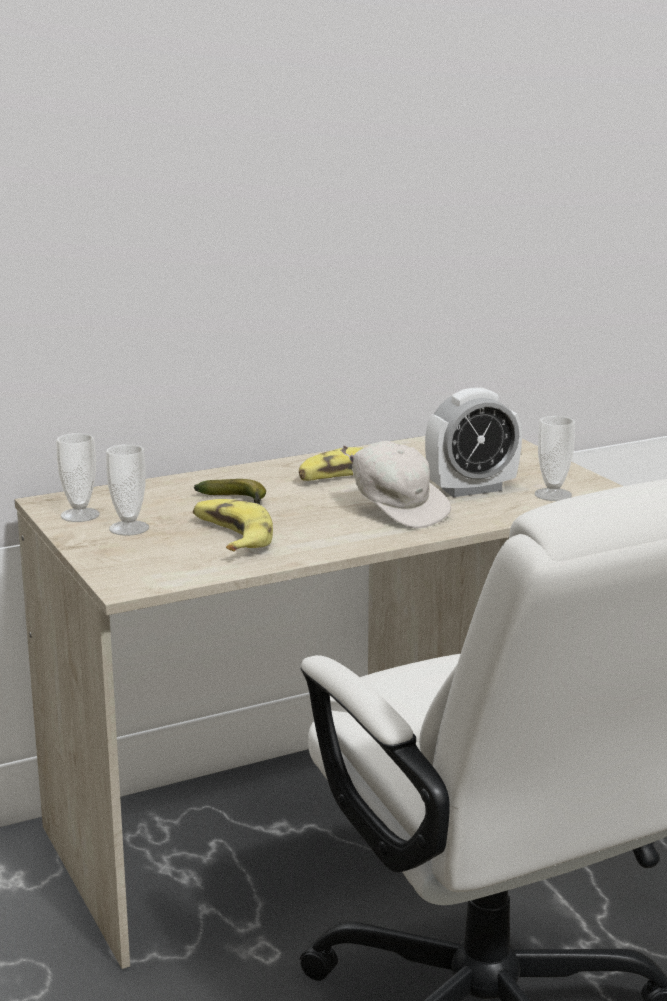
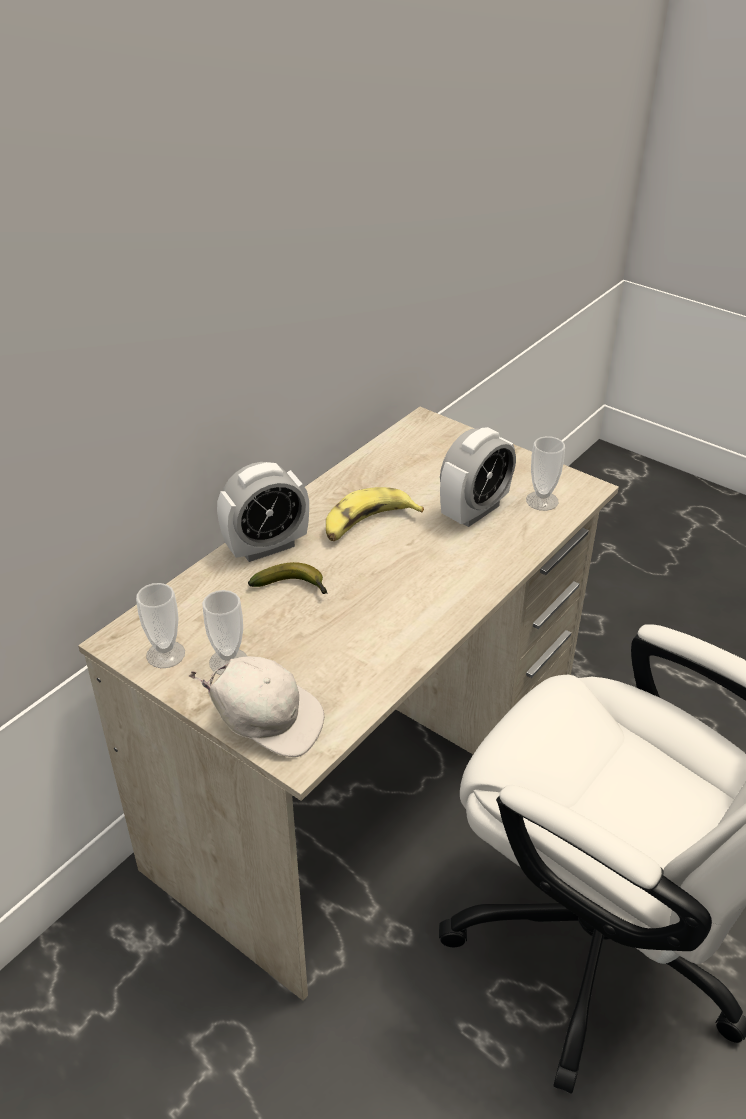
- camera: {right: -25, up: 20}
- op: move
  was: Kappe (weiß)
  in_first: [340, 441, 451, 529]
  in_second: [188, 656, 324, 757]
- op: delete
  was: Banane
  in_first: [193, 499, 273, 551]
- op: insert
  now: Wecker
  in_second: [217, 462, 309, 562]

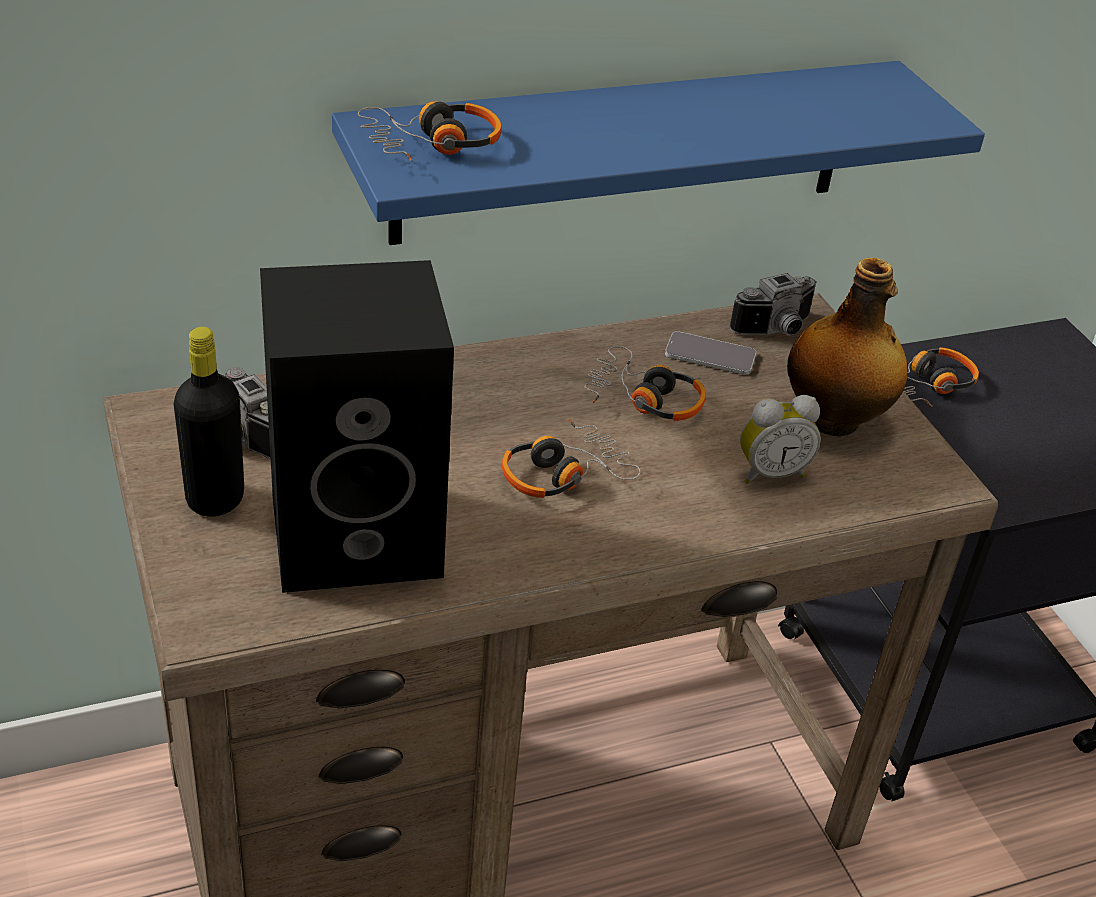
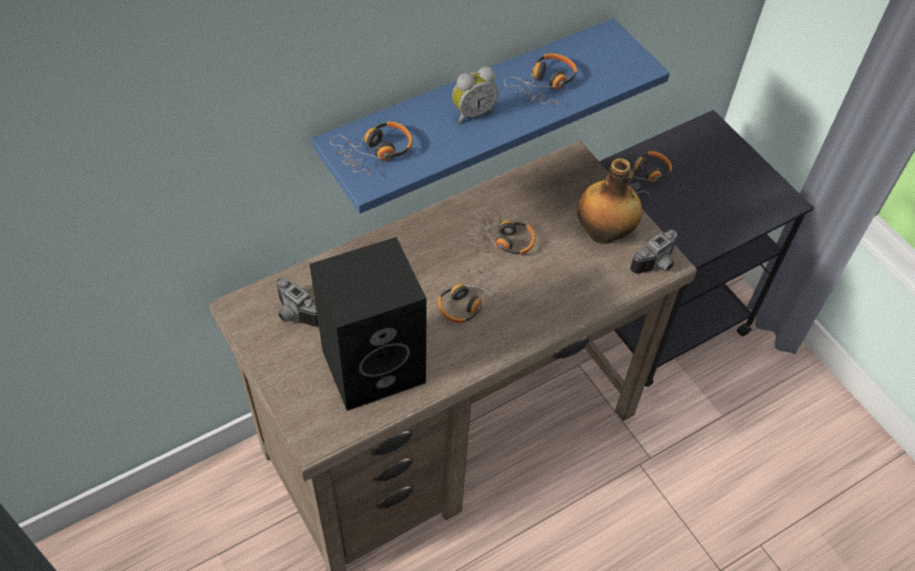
- camera: {right: -10, up: 15}
- op: move
  was: Kamera
  in_first: [730, 273, 816, 336]
  in_second: [630, 229, 677, 274]
- op: delete
  was: Flasche (schwarz)
  in_first: [174, 327, 244, 517]
- op: delete
  was: Handy
  in_first: [665, 331, 756, 375]
- op: move
  was: Wecker
  in_first: [740, 395, 821, 484]
  in_second: [452, 67, 499, 123]
- op: insert
  now: Kopfhörer
  in_second: [504, 53, 577, 104]

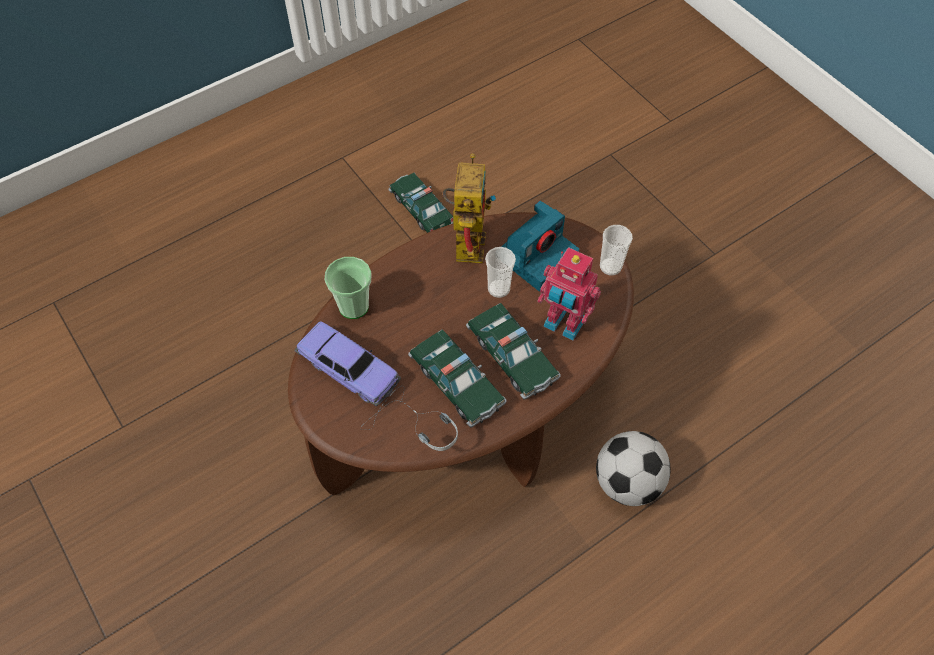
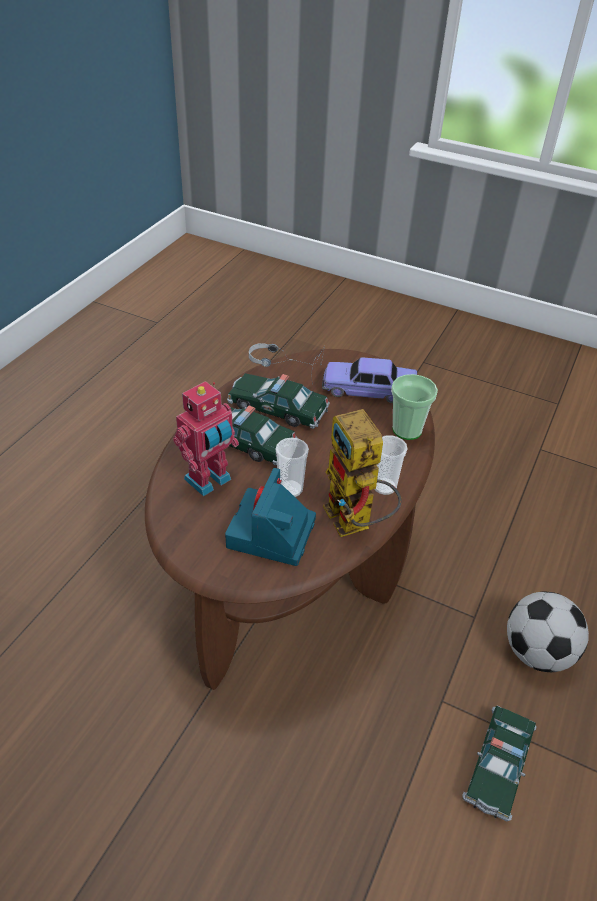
- camera: {right: 150, up: -15}
- op: rotate
  was: Spielzeugauto
  in_first: [389, 173, 453, 233]
  in_second: [462, 706, 537, 821]
  clockwise: 90
- op: move
  was: Tasse
  in_first: [600, 225, 633, 275]
  in_second: [374, 435, 408, 495]
- op: rotate
  was: Spielzeugroboter
  in_first: [537, 247, 601, 341]
  in_second: [173, 381, 239, 496]
  clockwise: 135
- op: move
  was: Fußball
  in_first: [596, 431, 671, 506]
  in_second: [507, 591, 589, 672]

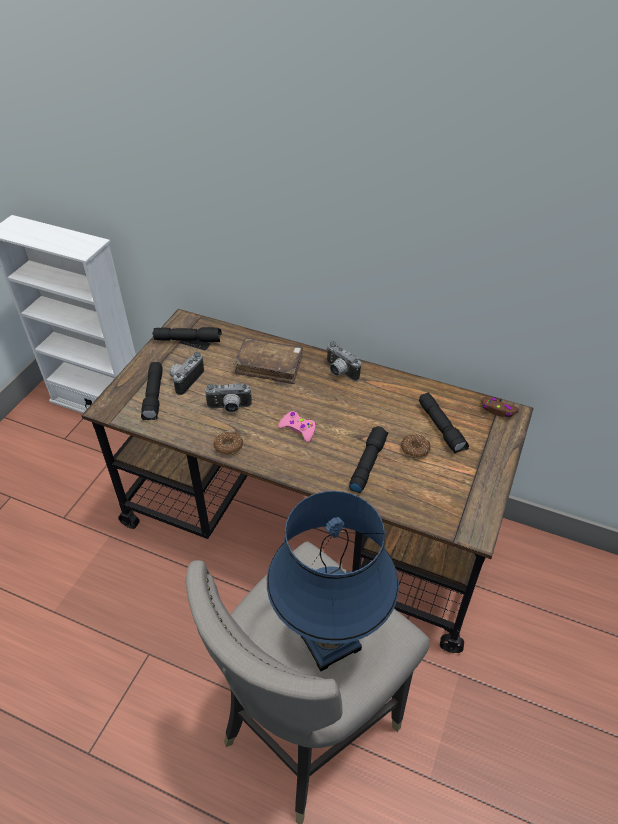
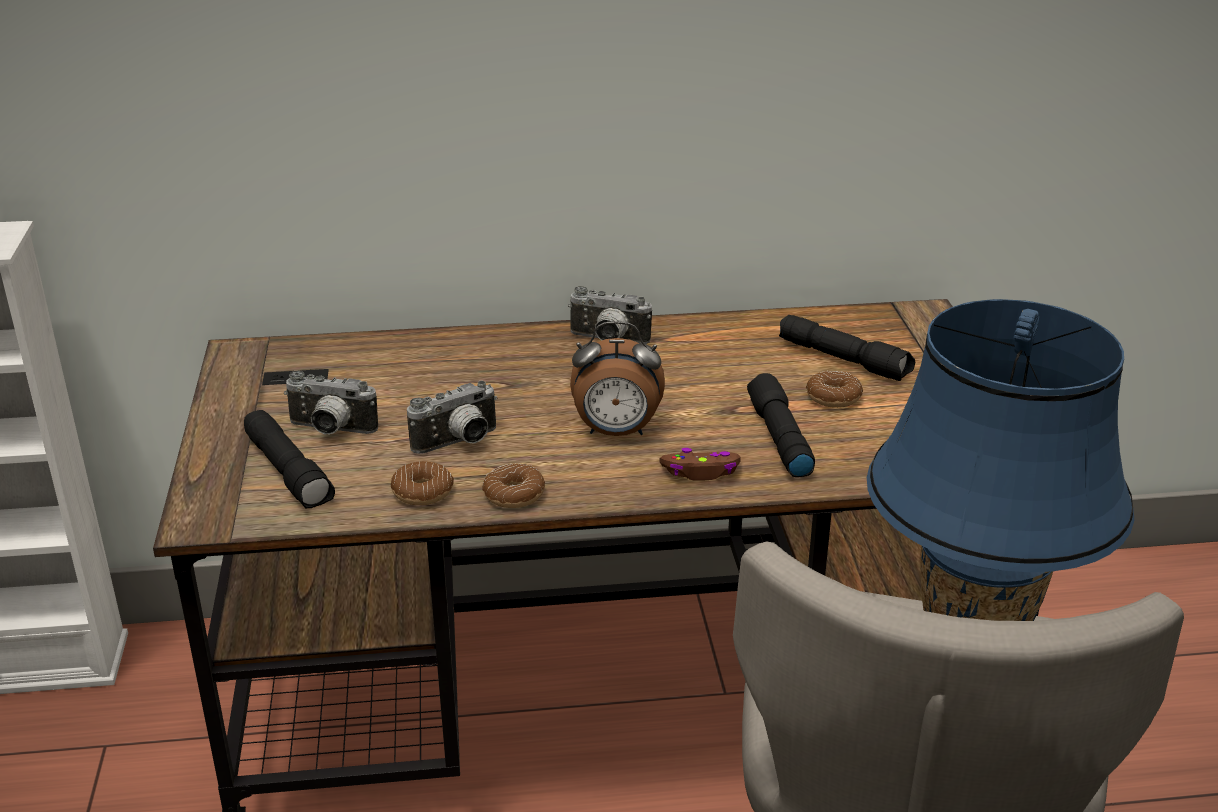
- camera: {right: -30, up: -15}
- op: delete
  was: Taschenlampe (schwarz)
  in_first: [152, 327, 222, 342]
- op: delete
  was: Buch (braun)
  in_first: [233, 337, 303, 384]
- op: rotate
  was: Kamera
  in_first: [169, 352, 204, 395]
  in_second: [284, 371, 378, 434]
  clockwise: -75
- op: move
  was: Gamepad (braun)
  in_first: [482, 397, 519, 417]
  in_second: [659, 448, 740, 481]
- op: replace
  was: Gamepad (rosa)
  now: Wecker
  in_first: [278, 411, 317, 442]
  in_second: [570, 321, 665, 436]
- op: insert
  now: Donut
  in_second: [390, 461, 454, 505]

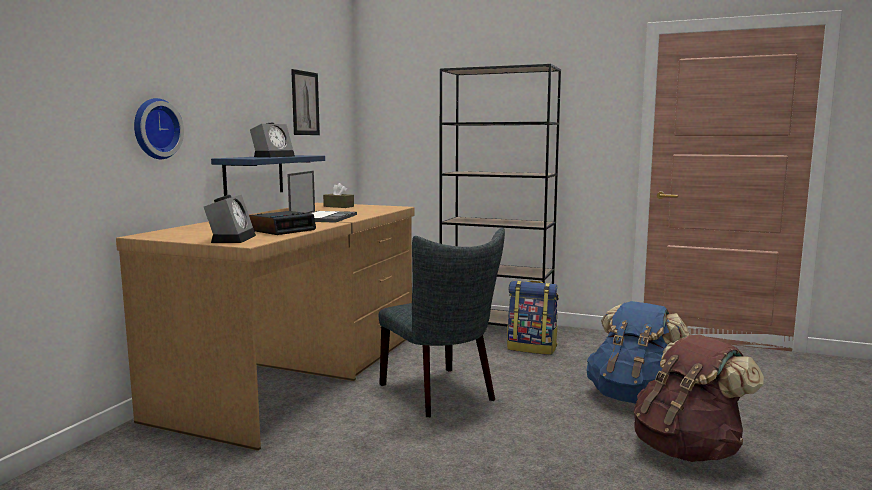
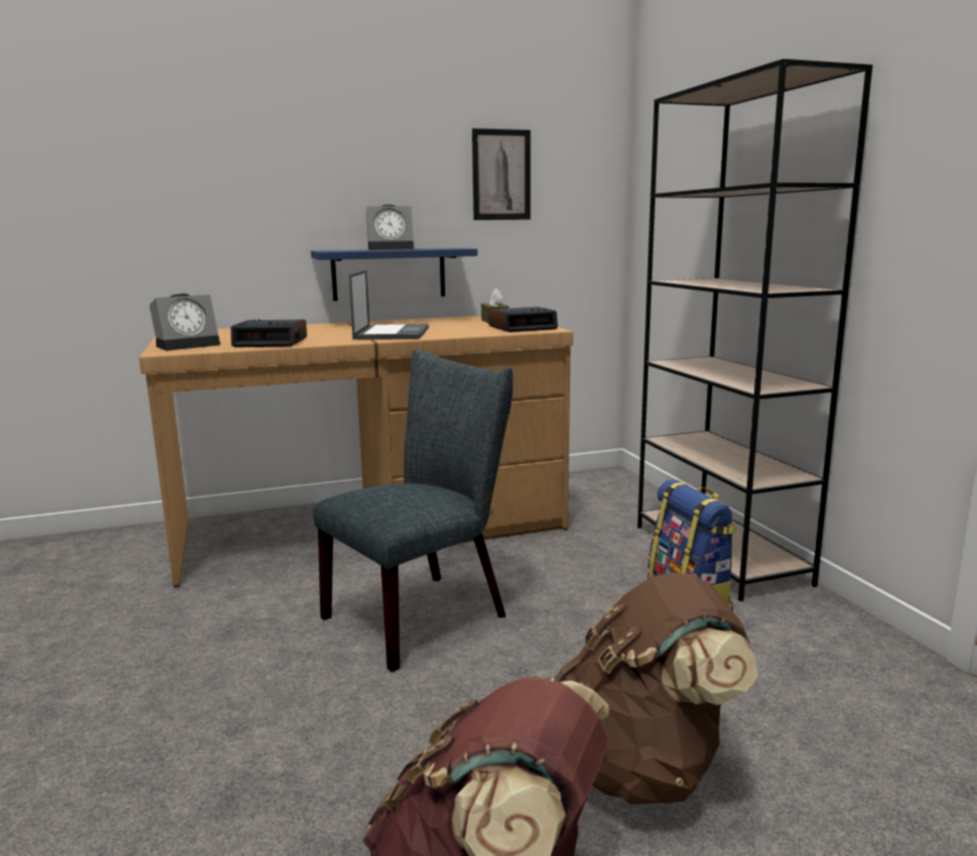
- camera: {right: 50, up: 5}
- op: delete
  was: Wanduhr
  in_first: [134, 98, 184, 159]
- op: rotate
  was: Laptop
  in_first: [288, 171, 357, 223]
  in_second: [349, 270, 429, 340]
  clockwise: -60
- op: rotate
  was: Stuhl (grau)
  in_first: [379, 228, 505, 417]
  in_second: [313, 349, 513, 672]
  clockwise: -150
- op: recolor
  was: Rucksack (blau)
  now: Rucksack (braun)
  in_first: [586, 301, 690, 404]
  in_second: [554, 572, 758, 804]
- op: insert
  now: Wecker
  in_second: [488, 307, 558, 332]

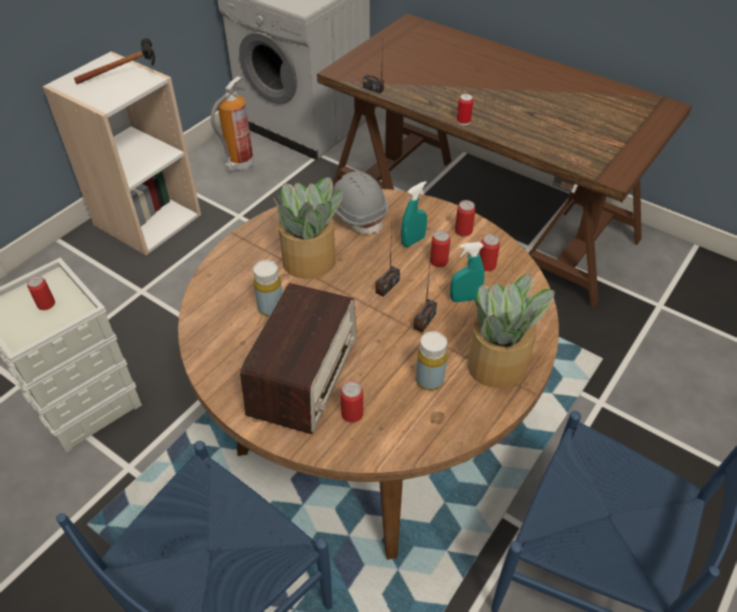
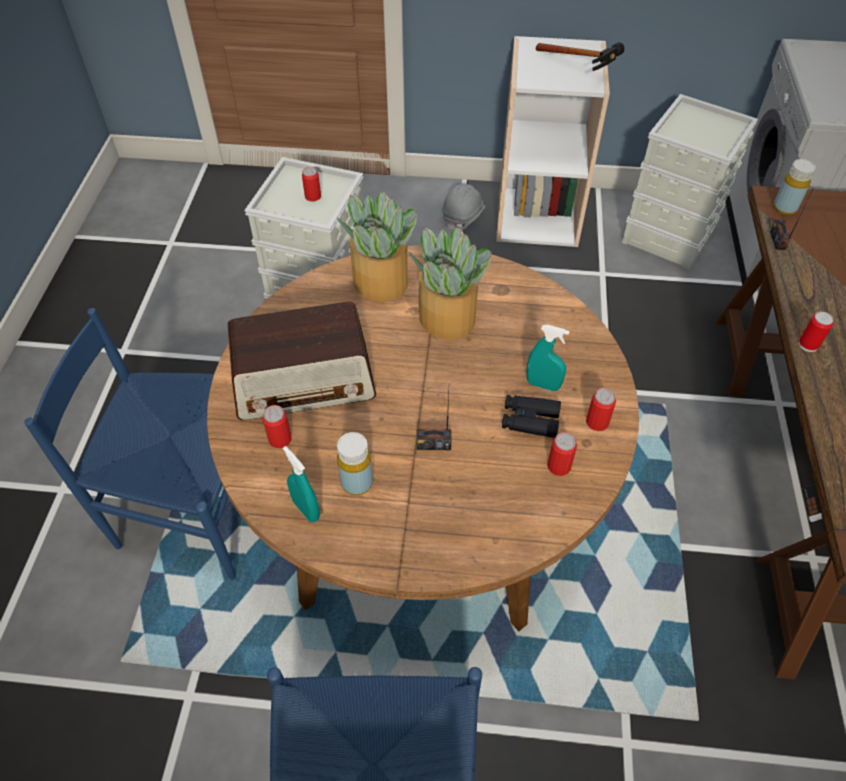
- camera: {right: 60, up: 5}
- op: replace
  was: Feuerlöscher
  now: Aufbewahrungsbox (grau)
  in_first: [211, 76, 254, 171]
  in_second: [622, 94, 758, 269]
- op: move
  was: Schutzhelm (grau)
  in_first: [331, 171, 388, 234]
  in_second: [441, 184, 485, 231]
- op: delete
  was: Radio
  in_first: [375, 225, 400, 297]
- op: replace
  was: Dose
  now: Fernglas (schwarz)
  in_first: [430, 230, 451, 267]
  in_second: [502, 395, 561, 438]
- op: move
  was: Sprühflasche (türkis)
  in_first: [450, 242, 485, 302]
  in_second: [283, 446, 320, 522]
- op: move
  was: Flasche (gelb)
  in_first: [253, 260, 282, 316]
  in_second: [774, 159, 816, 215]
- op: move
  was: Topfpflanze
  in_first: [468, 274, 555, 388]
  in_second: [337, 191, 417, 302]

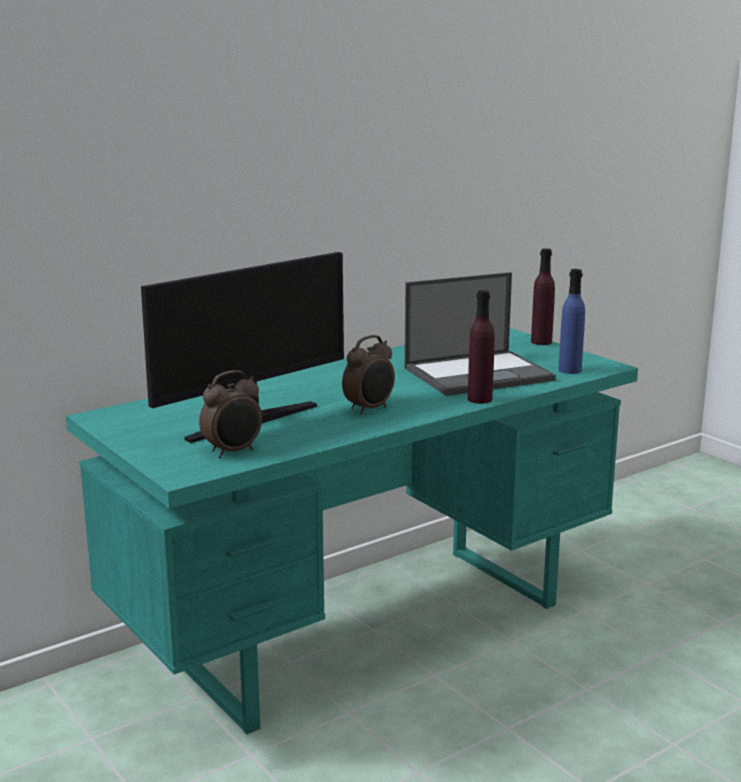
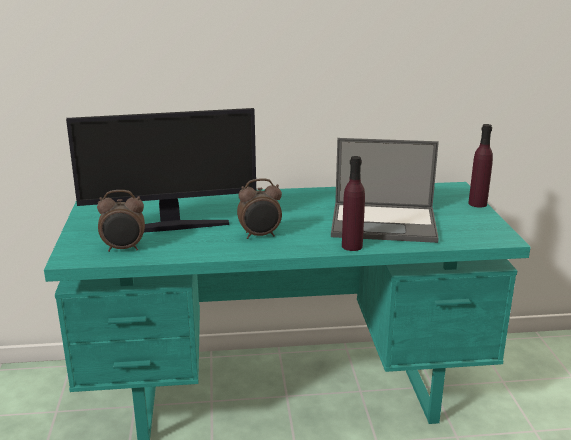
- camera: {right: 30, up: 5}
- op: delete
  was: Flasche (blau)
  in_first: [558, 269, 585, 374]

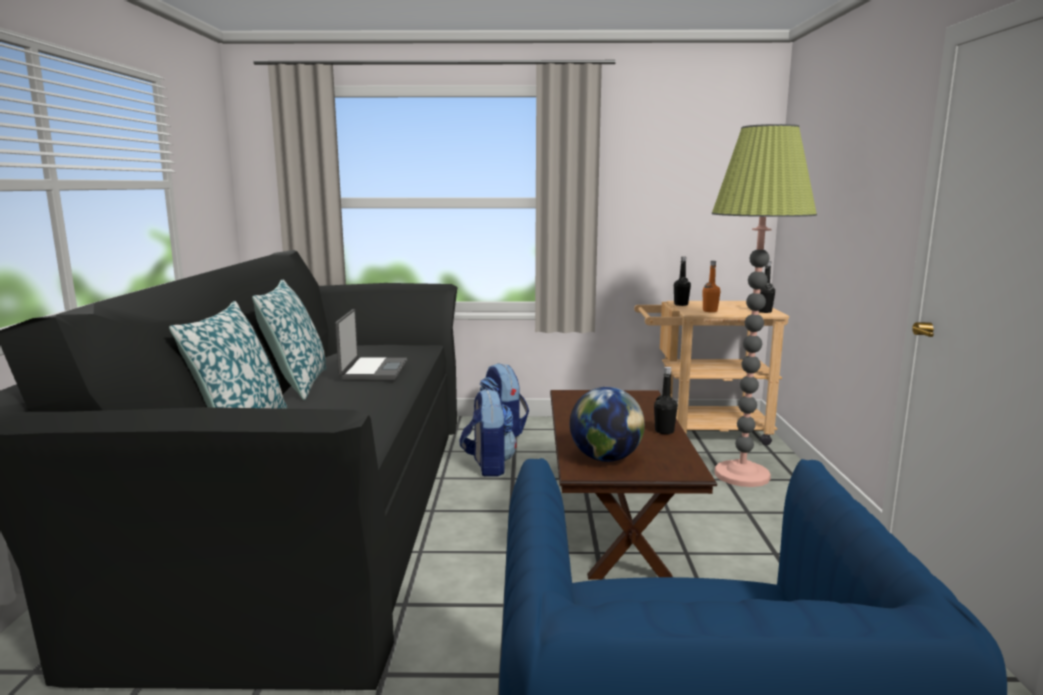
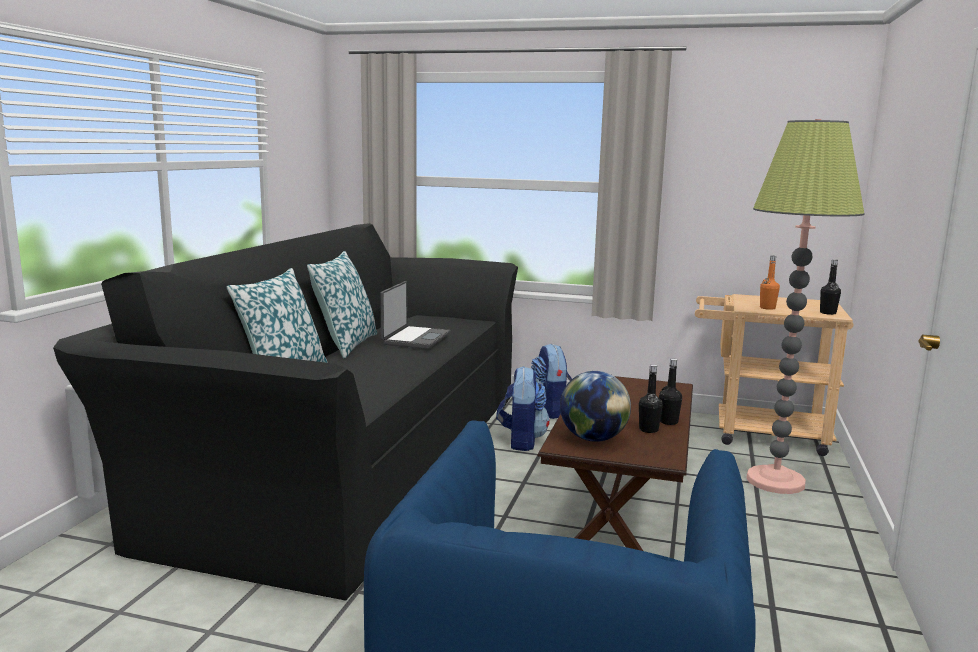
- camera: {right: 15, up: 0}
- op: move
  was: Flasche (schwarz)
  in_first: [674, 256, 691, 306]
  in_second: [639, 365, 663, 433]

